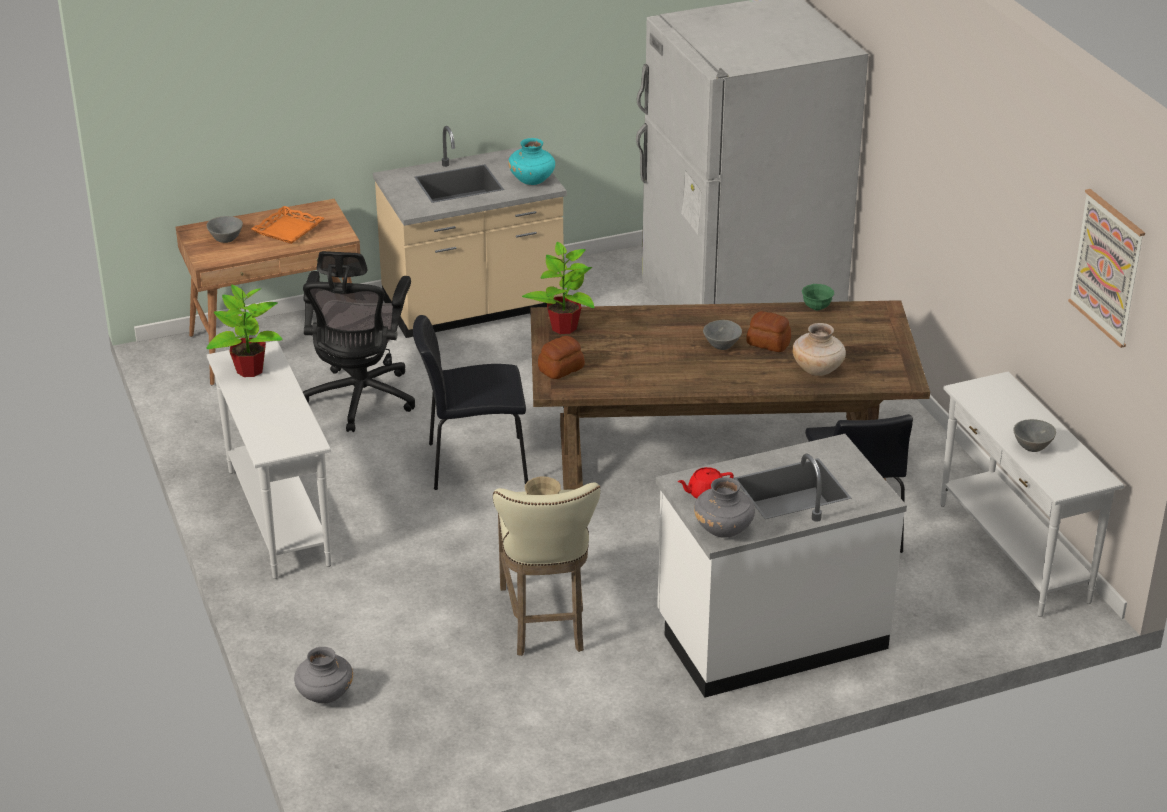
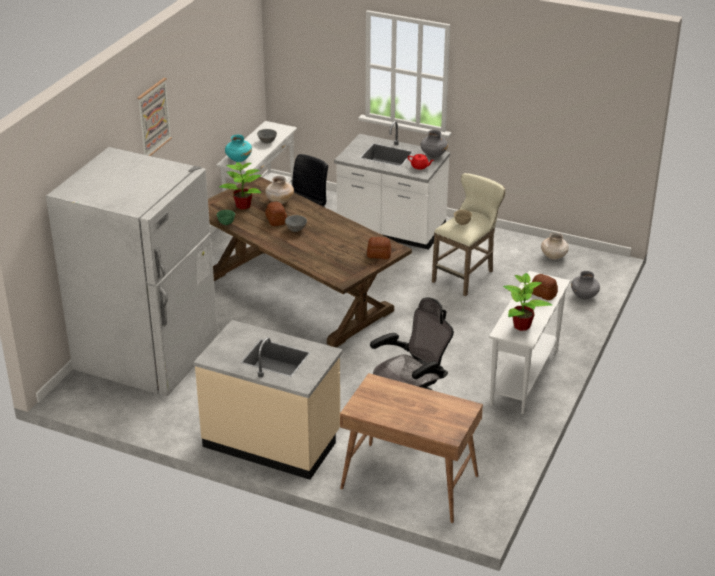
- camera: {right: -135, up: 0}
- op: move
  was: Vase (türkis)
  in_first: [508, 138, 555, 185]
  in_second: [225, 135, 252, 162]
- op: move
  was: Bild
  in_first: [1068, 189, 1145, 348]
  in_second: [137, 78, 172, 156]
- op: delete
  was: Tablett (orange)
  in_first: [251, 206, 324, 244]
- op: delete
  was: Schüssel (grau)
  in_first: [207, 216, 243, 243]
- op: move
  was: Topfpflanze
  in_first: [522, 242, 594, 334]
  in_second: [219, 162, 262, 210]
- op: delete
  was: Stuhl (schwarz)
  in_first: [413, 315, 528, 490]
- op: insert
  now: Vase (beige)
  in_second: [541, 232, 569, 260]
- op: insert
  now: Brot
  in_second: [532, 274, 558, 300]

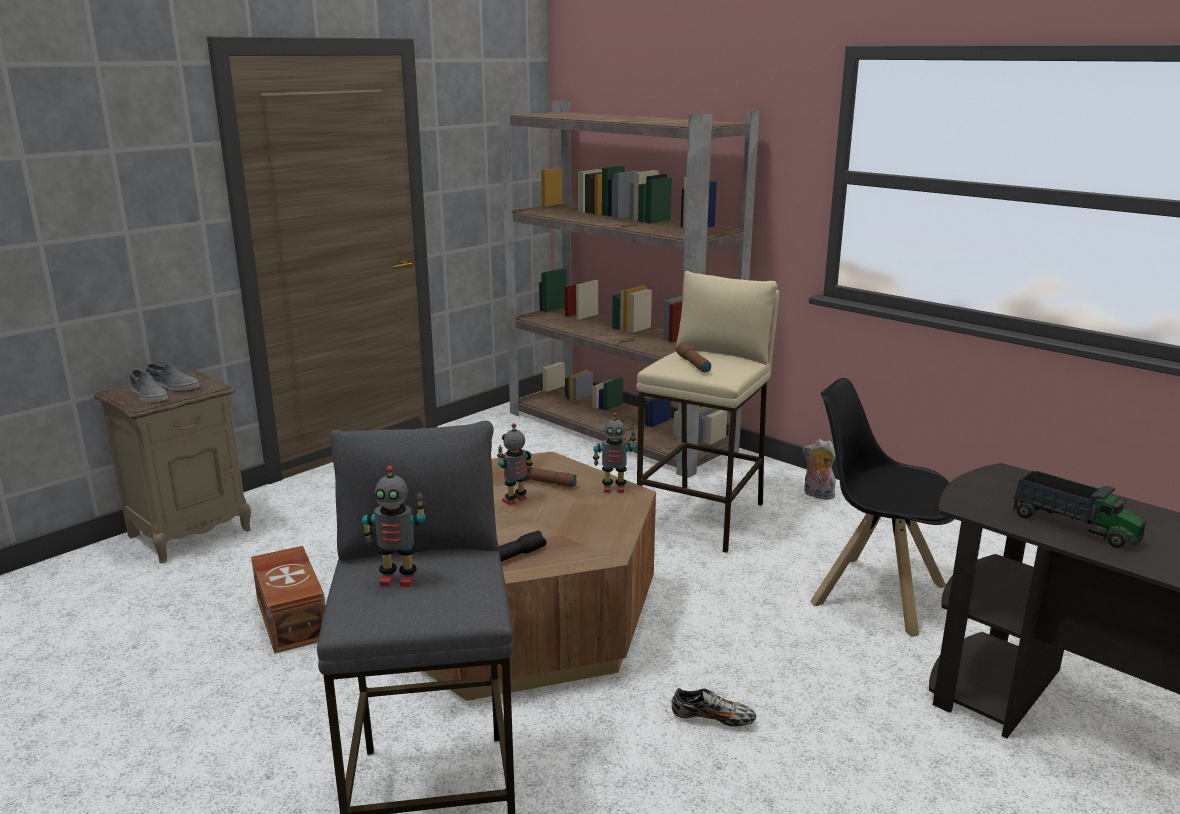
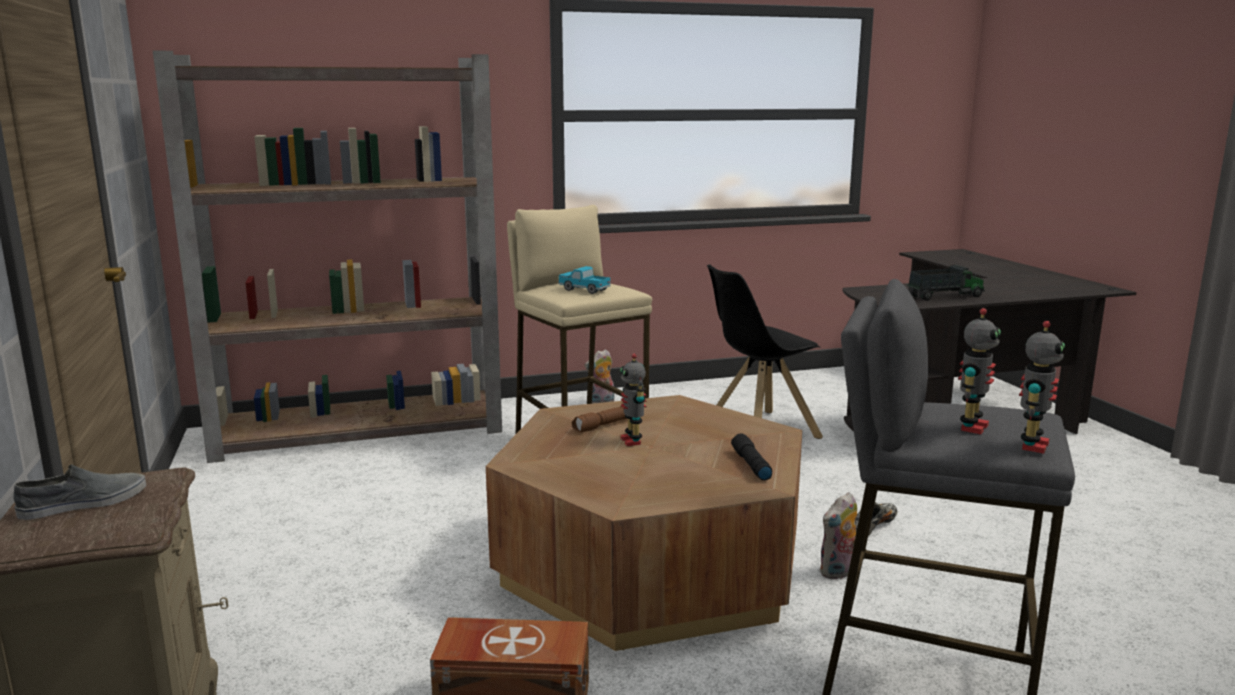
- camera: {right: -60, up: -5}
- op: replace
  was: Taschenlampe (braun)
  now: Spielzeuglaster
  in_first: [676, 342, 711, 372]
  in_second: [558, 266, 611, 294]
- op: delete
  was: Schuh (grau)
  in_first: [130, 370, 168, 402]
- op: move
  was: Spielzeugroboter
  in_first: [593, 413, 636, 493]
  in_second: [1019, 321, 1065, 454]
- op: insert
  now: Plüschtier
  in_second: [819, 492, 857, 580]

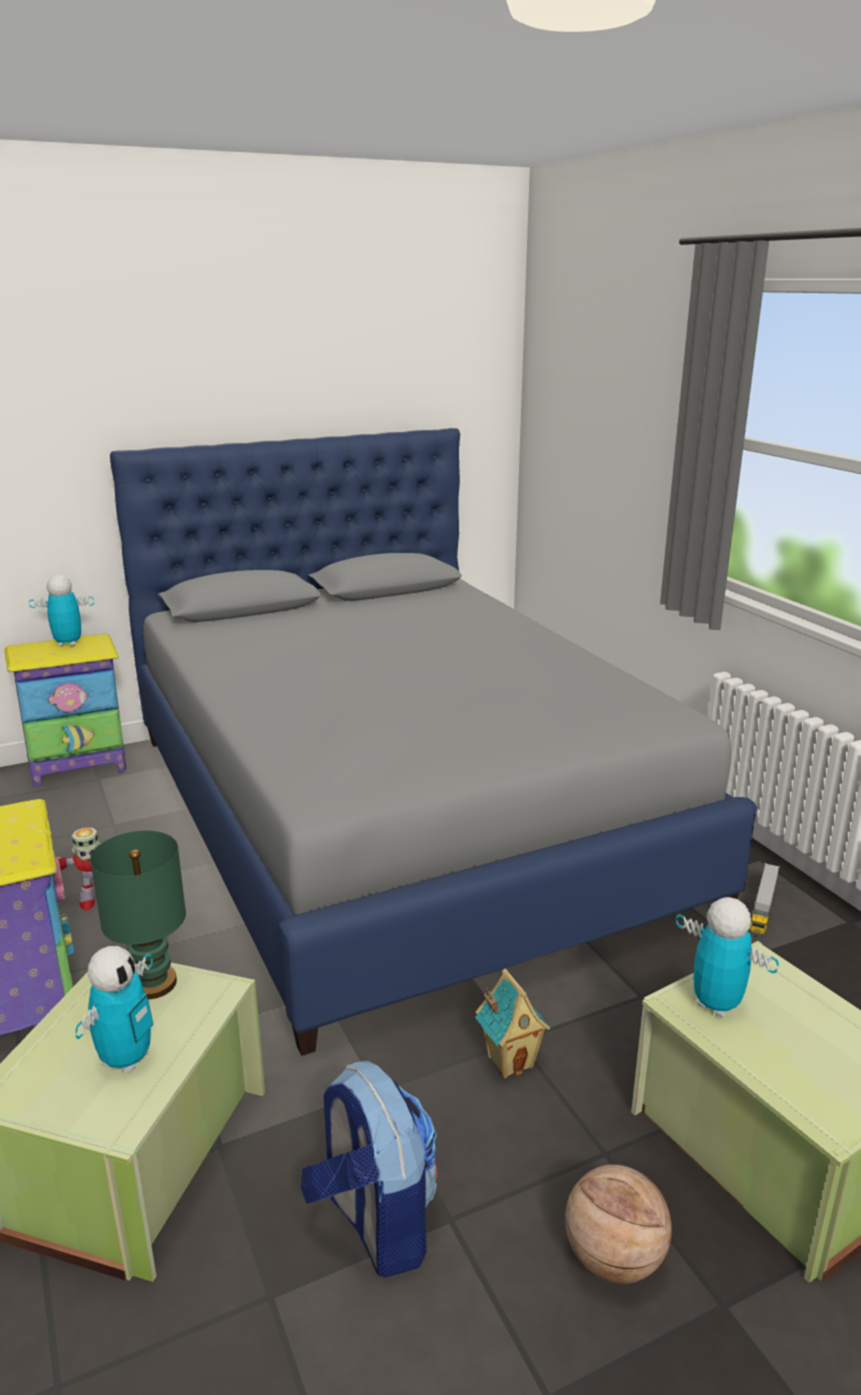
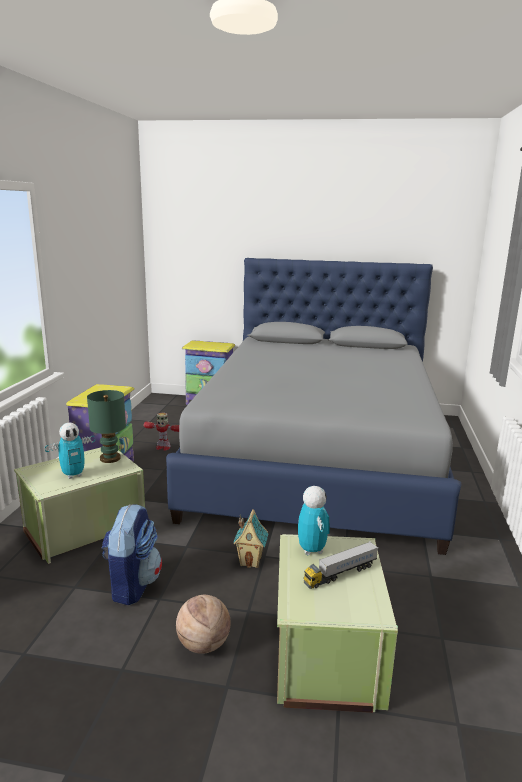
- camera: {right: 35, up: -5}
- op: delete
  was: Spielzeugroboter
  in_first: [29, 575, 94, 647]
- op: move
  was: Spielzeuglaster
  in_first: [749, 863, 780, 937]
  in_second: [304, 541, 378, 589]

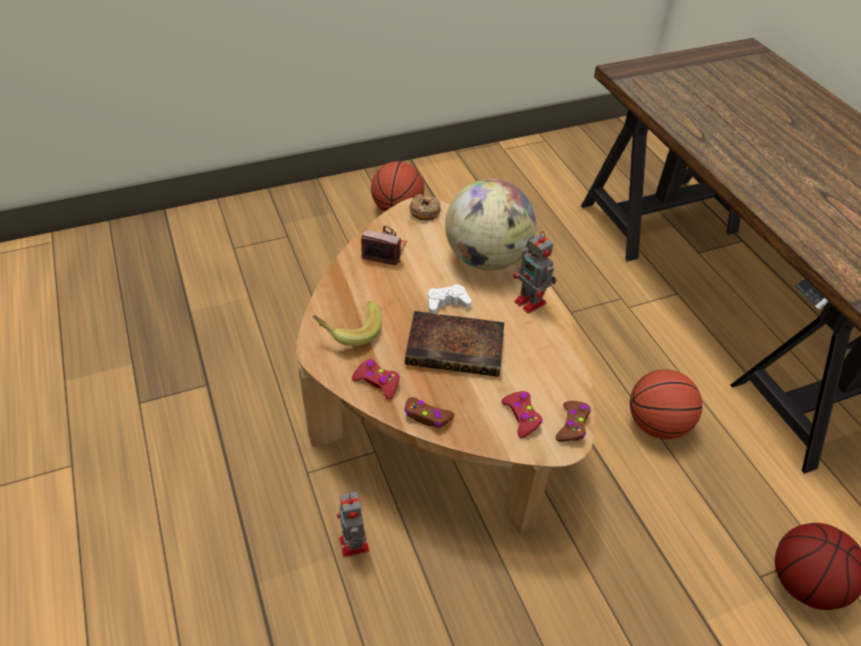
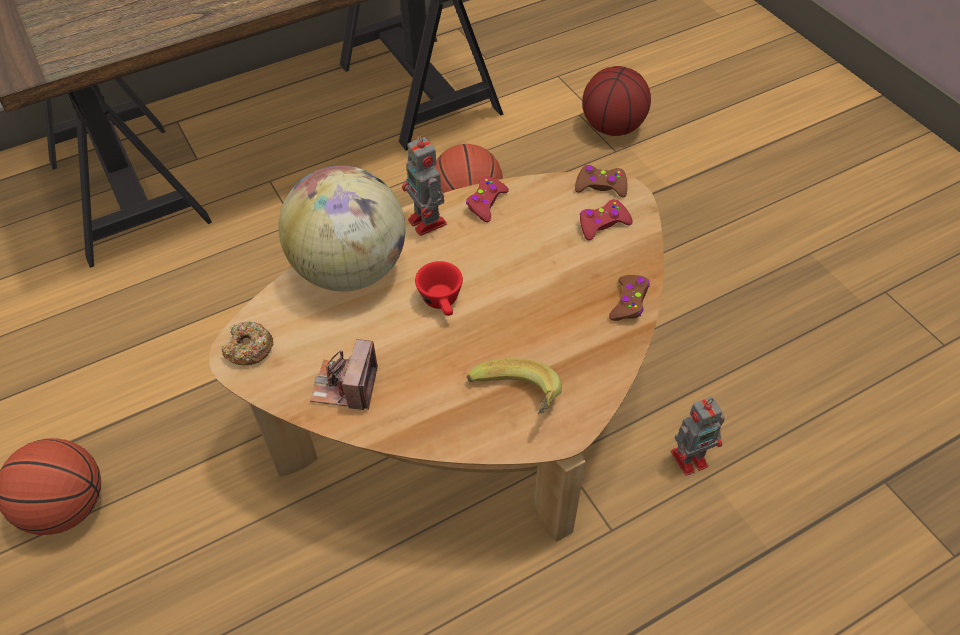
- camera: {right: -95, up: 5}
- op: rotate
  was: Spielzeugroboter
  in_first: [513, 231, 556, 314]
  in_second: [402, 133, 447, 236]
  clockwise: 105
- op: replace
  was: Gamepad (weiß)
  now: Tasse (rot)
  in_first: [428, 284, 472, 314]
  in_second: [415, 261, 463, 316]
- op: delete
  was: Buch
  in_first: [405, 311, 504, 377]
- op: move
  was: Gamepad (rot)
  in_first: [352, 359, 400, 400]
  in_second: [466, 176, 509, 222]

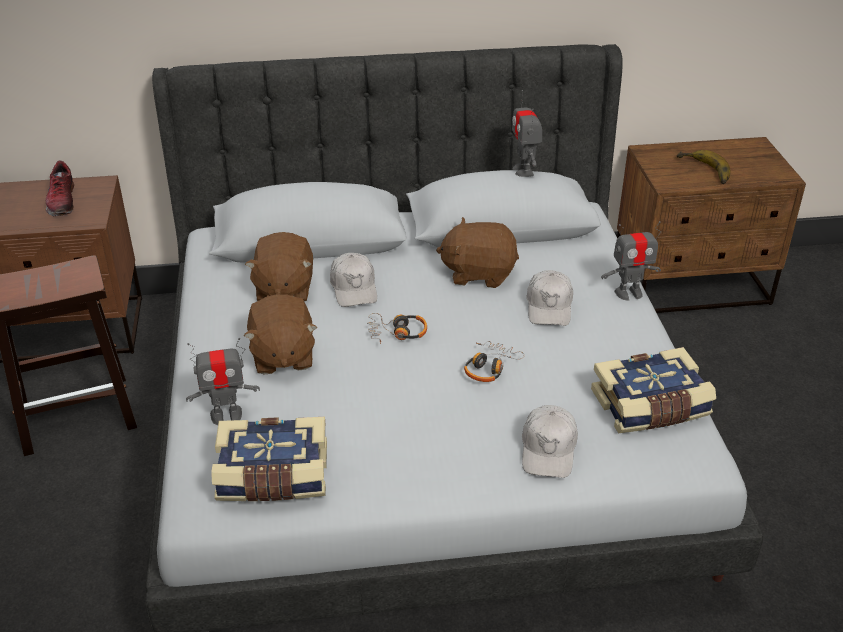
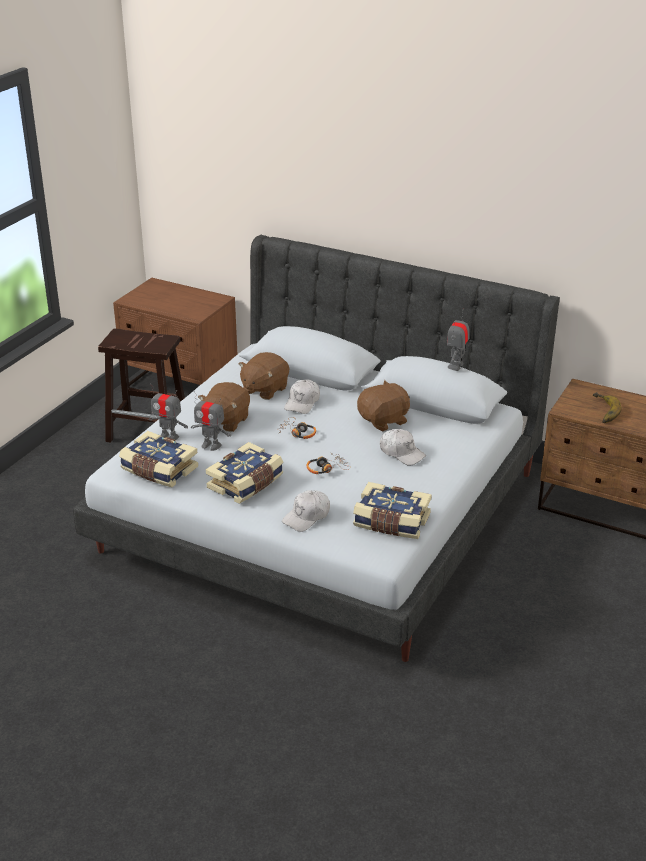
- camera: {right: 35, up: -5}
- op: delete
  was: Schuh
  in_first: [46, 160, 74, 216]
- op: rotate
  was: Plüschtier (braun)
  in_first: [436, 217, 519, 288]
  in_second: [357, 380, 410, 431]
  clockwise: 105
- op: move
  was: Spielzeugroboter
  in_first: [601, 221, 661, 301]
  in_second: [191, 391, 231, 451]
- op: rotate
  was: Kappe (weiß)
  in_first: [526, 270, 573, 326]
  in_second: [380, 429, 426, 466]
  clockwise: -90
- op: insert
  now: Buch
  in_second: [206, 442, 284, 504]

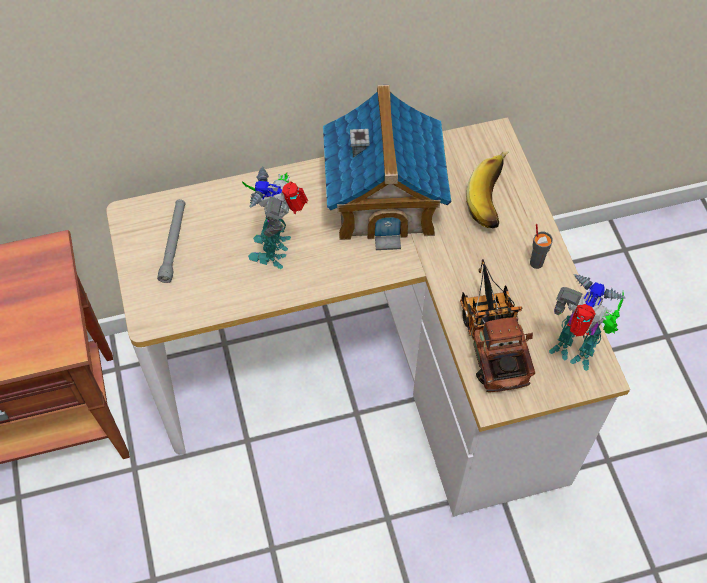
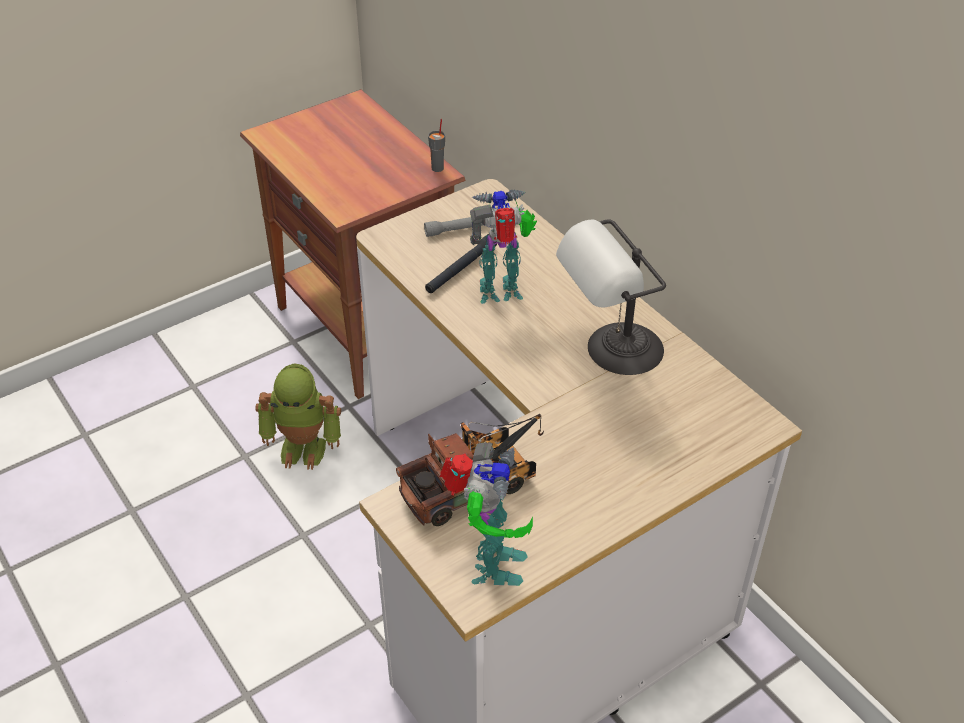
- camera: {right: 70, up: -15}
- op: replace
  was: Spielzeughaus
  now: Tischlampe
  in_first: [323, 85, 451, 250]
  in_second: [556, 219, 666, 375]
- op: delete
  was: Banane
  in_first: [466, 151, 508, 228]
- op: move
  was: Tasse (grau)
  in_first: [530, 224, 553, 269]
  in_second: [428, 119, 445, 172]
- op: insert
  now: Taschenlampe (schwarz)
  in_second: [425, 234, 497, 293]
- op: insert
  now: Spielzeugroboter
  in_second: [255, 363, 341, 470]

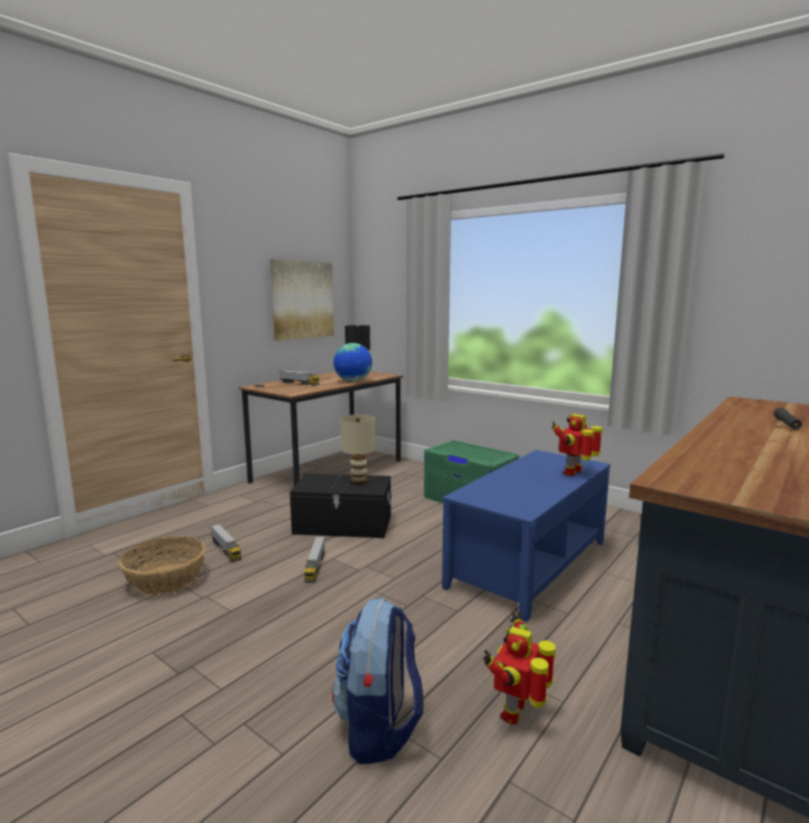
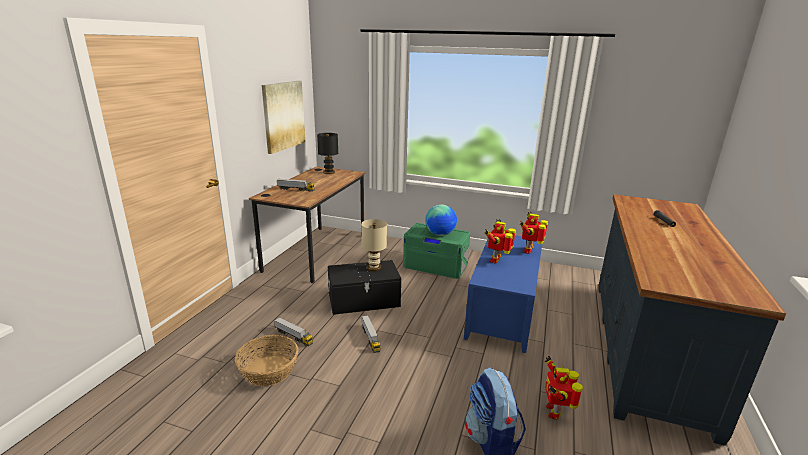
- camera: {right: -20, up: 10}
- op: move
  was: Globus
  in_first: [333, 343, 372, 382]
  in_second: [425, 204, 457, 236]
- op: insert
  now: Spielzeugroboter
  in_second: [485, 219, 516, 263]

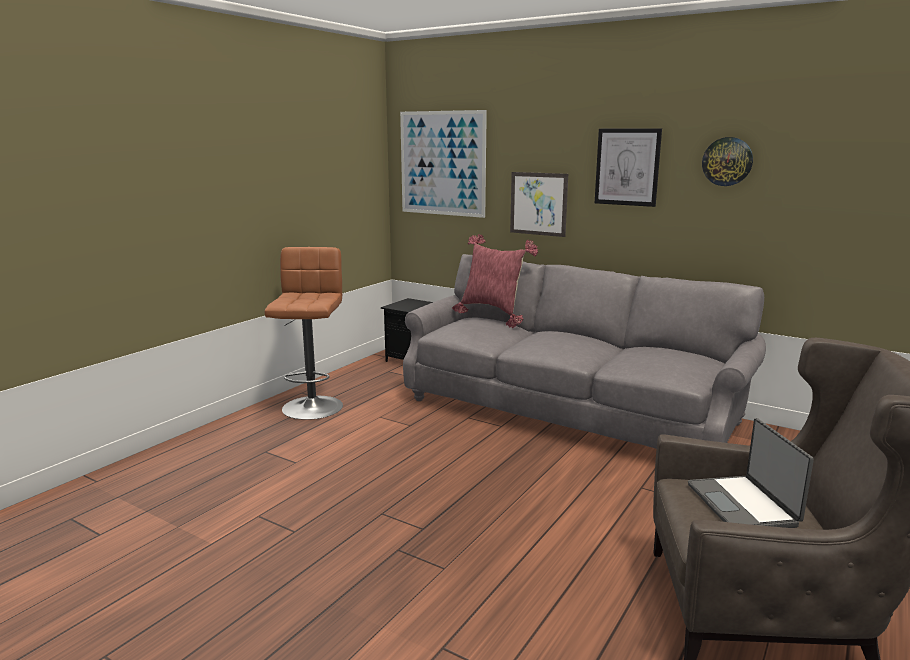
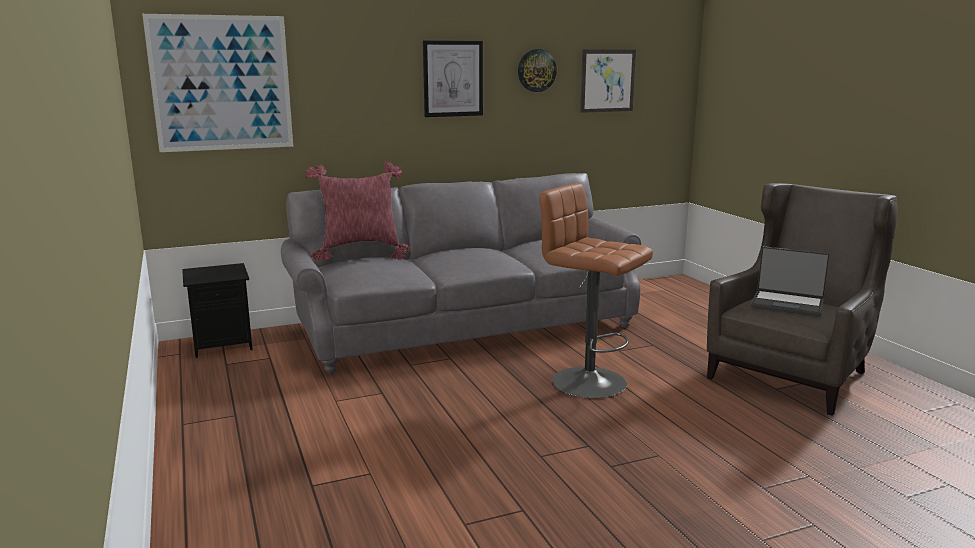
- camera: {right: -55, up: 0}
- op: move
  was: Bild
  in_first: [510, 172, 568, 237]
  in_second: [580, 50, 636, 113]
- op: move
  was: Hocker (braun)
  in_first: [265, 247, 343, 420]
  in_second: [539, 183, 653, 398]

